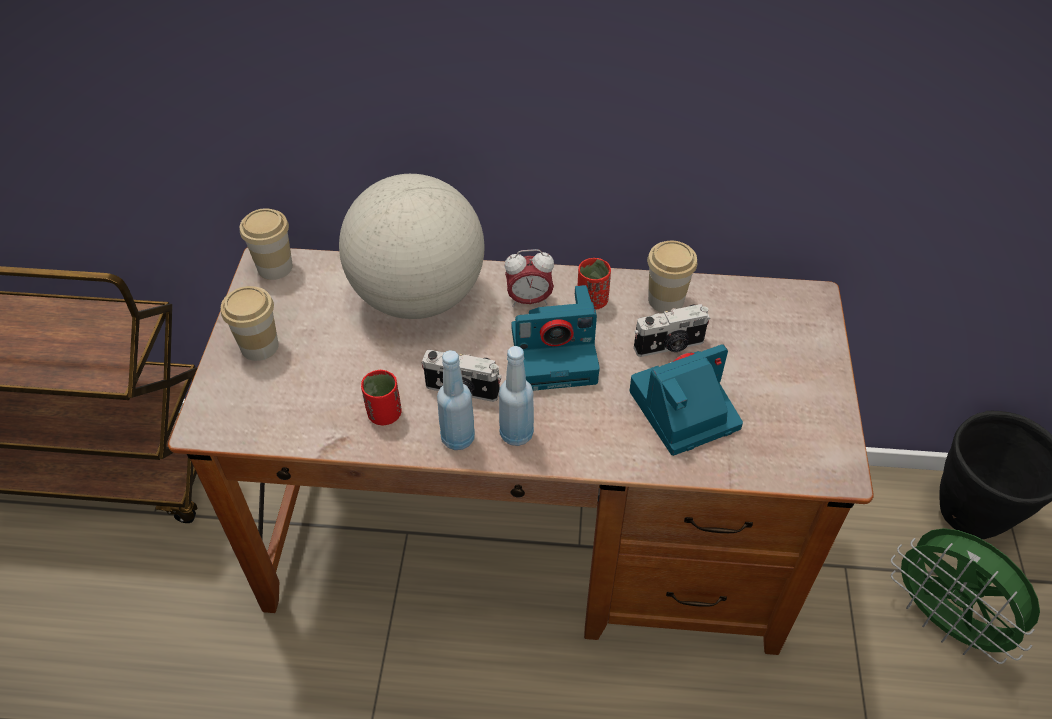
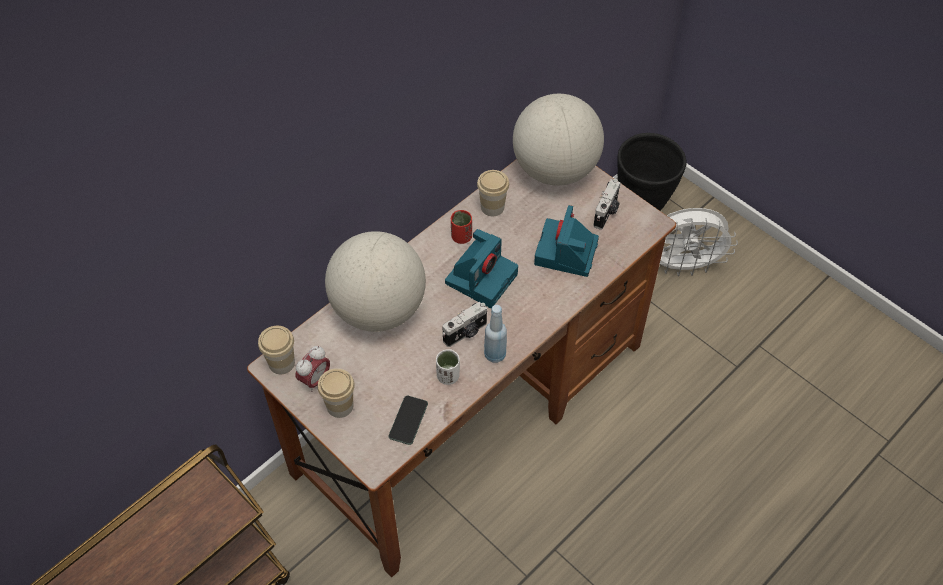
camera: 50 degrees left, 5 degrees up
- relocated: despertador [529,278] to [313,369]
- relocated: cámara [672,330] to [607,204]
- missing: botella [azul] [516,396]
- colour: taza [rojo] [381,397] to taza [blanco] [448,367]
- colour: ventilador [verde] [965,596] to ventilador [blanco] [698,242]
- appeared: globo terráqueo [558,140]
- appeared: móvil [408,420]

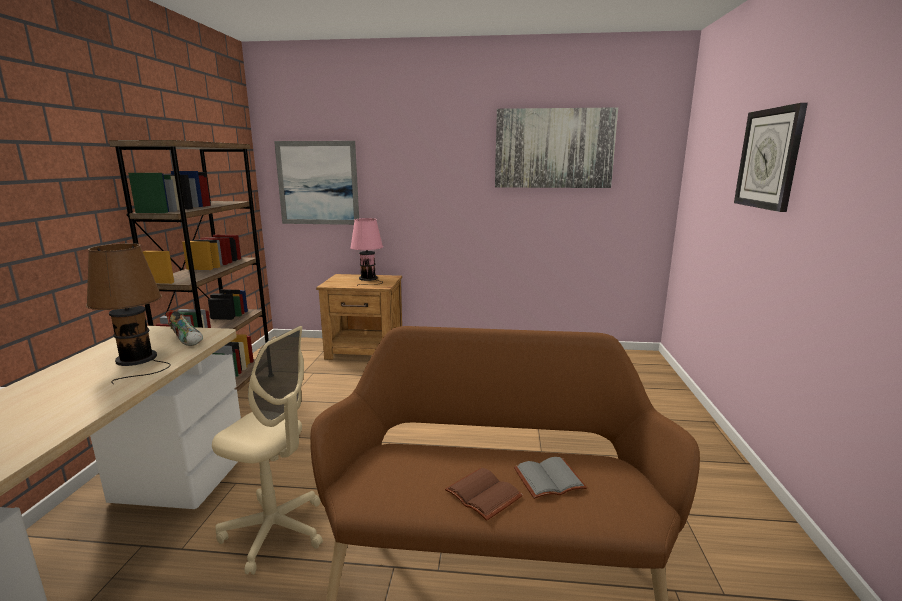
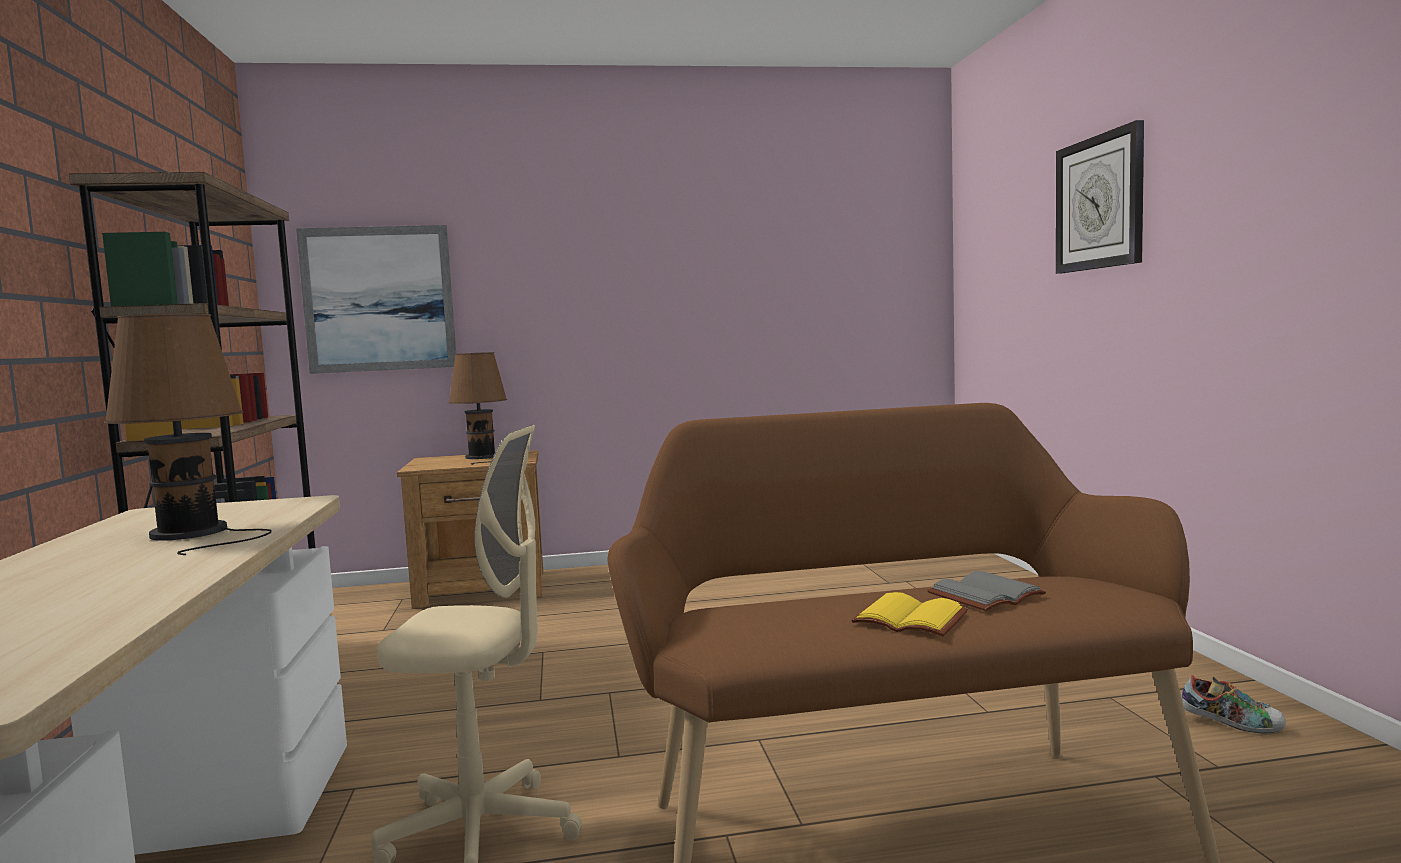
camera: 15 degrees left, 10 degrees down
- missing: cuadro [556,147]
- colour: lámpara de mesa [rosa] [366,251] to lámpara de mesa [marrón] [478,408]
- relocated: zapato [184,328] to [1233,704]
- colour: libro [marrón] [484,494] to libro [amarillo] [909,614]

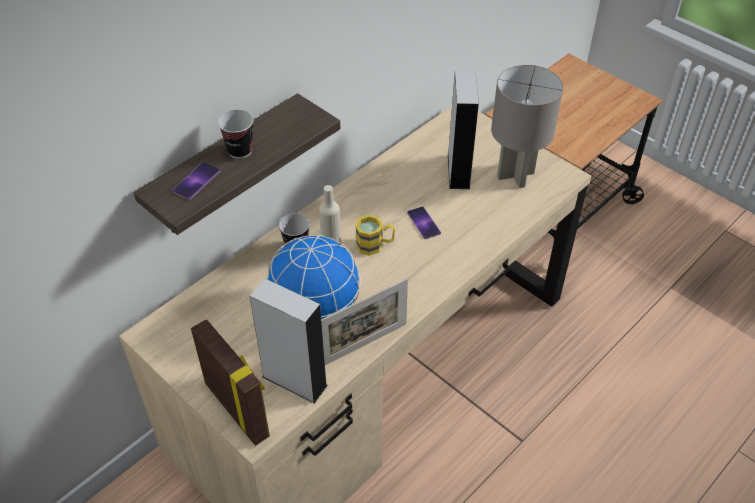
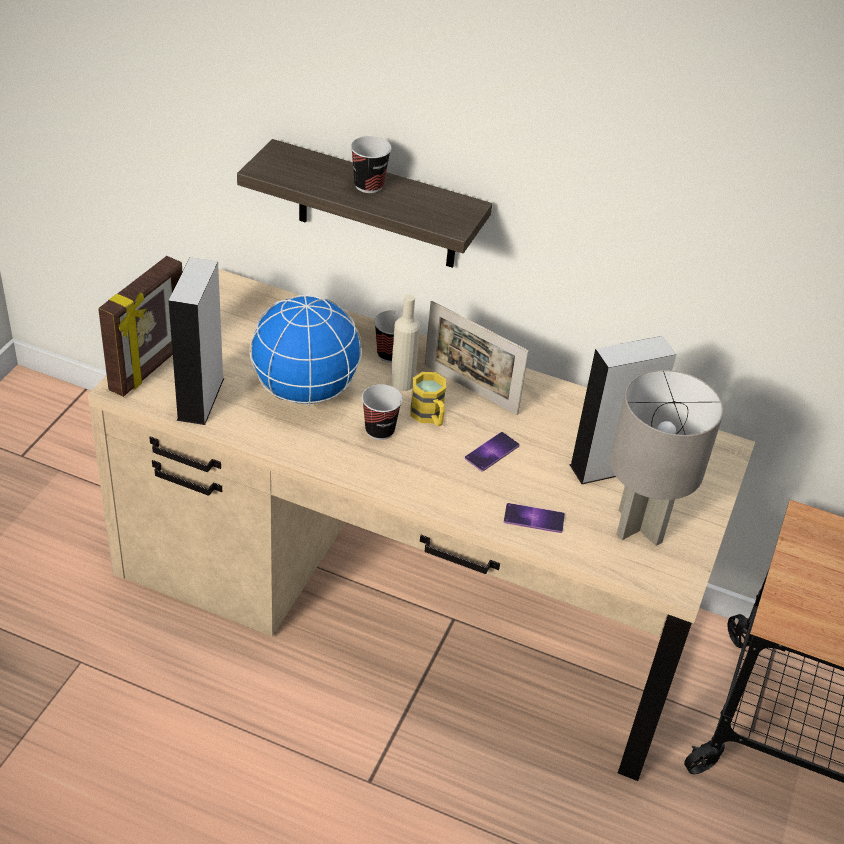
camera: 65 degrees right, 5 degrees down
- relocated: móvil [196,181] to [534,518]
- relocated: portarretratos [364,321] to [477,358]
- appeared: taza [382,412]

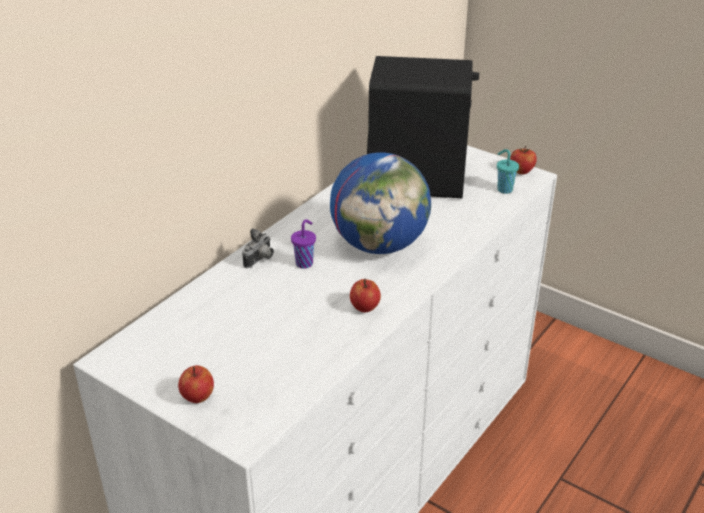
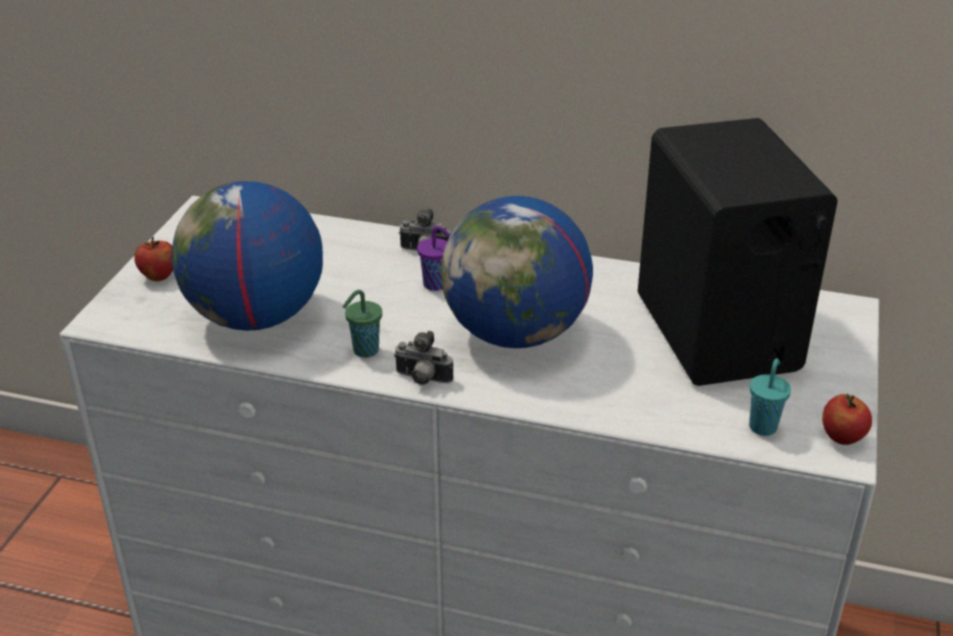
camera: 70 degrees right, 0 degrees up
- exchanged: manzana [365,295] to taza [verde] [362,324]
- appeared: globo terráqueo [247,256]
- appeared: cámara [423,358]

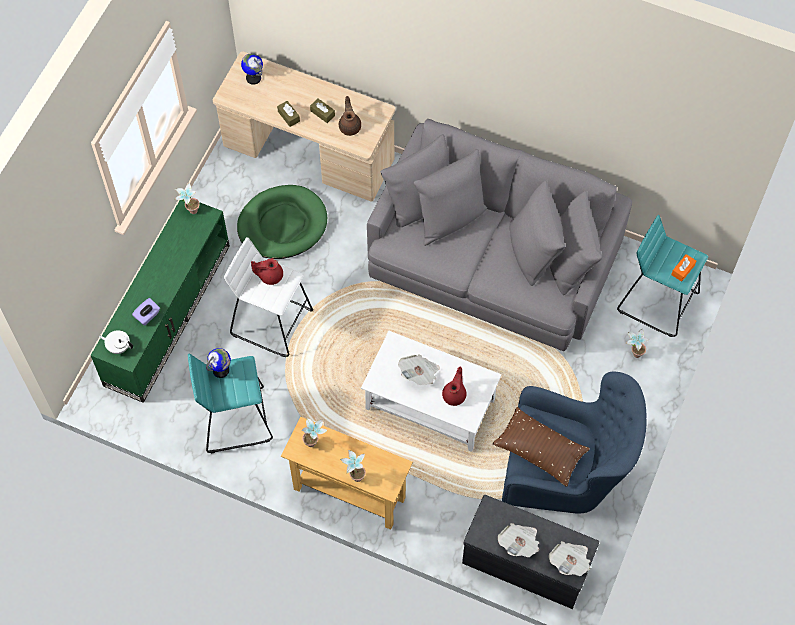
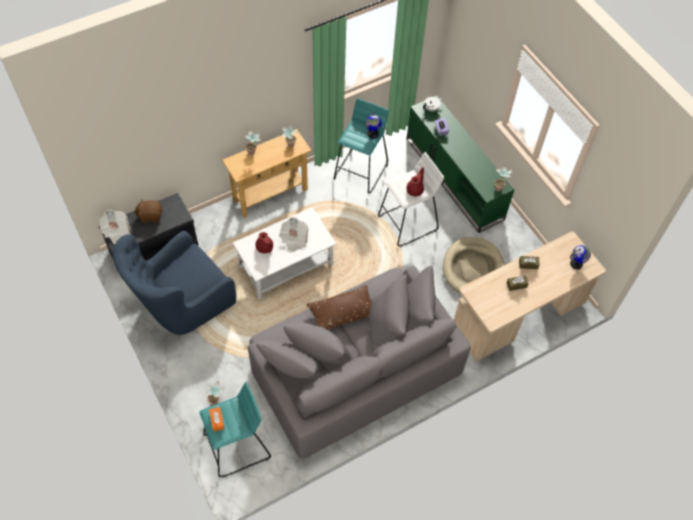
camera: 125 degrees right, 5 degrees down
- missing: tetera [marrón] [350,116]
- colour: cama para perro [verde] [282,222] to cama para perro [beis] [473,264]
- relocated: cojín [marrón] [541,447] to [339,307]
- exchanged: periódico [518,540] to peluche [marrón] [148,211]

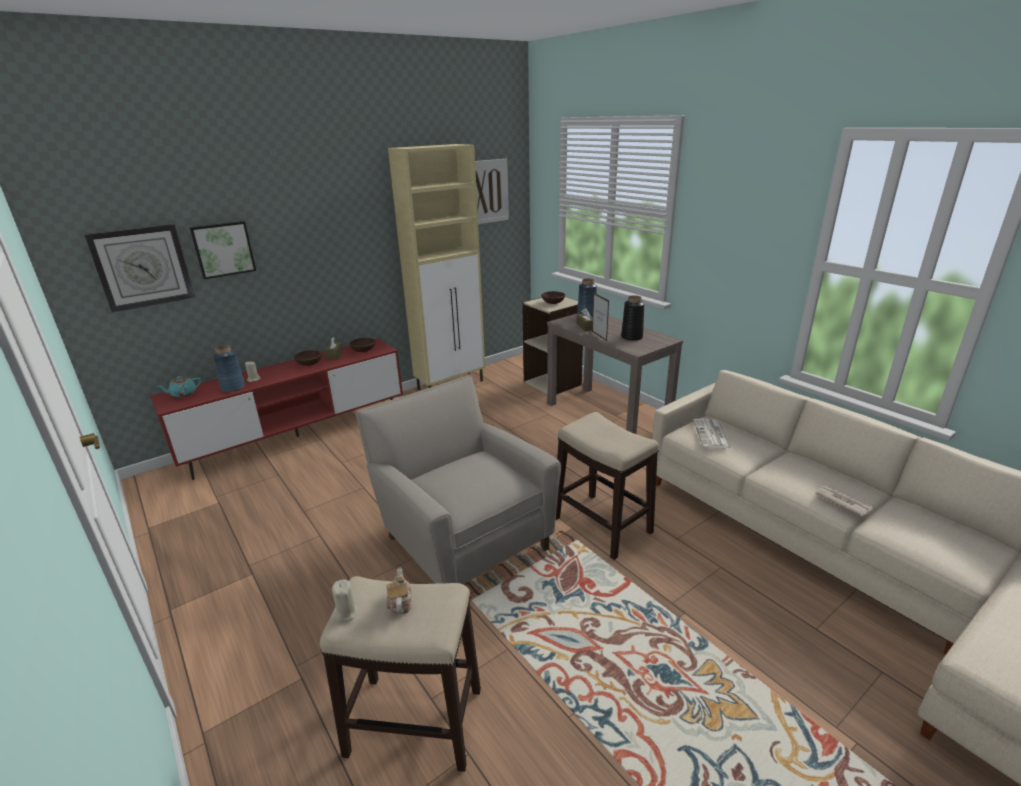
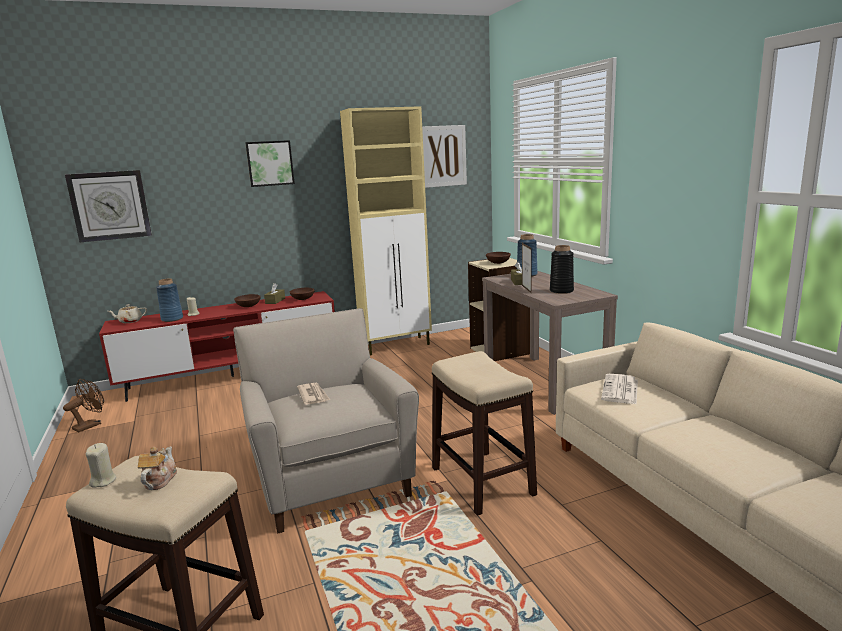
camera: 15 degrees right, 10 degrees down
- relocated: cuadro [223,250] to [270,163]
- colour: tetera [turquesa] [178,387] to tetera [beis] [127,313]
- relocated: periódico [844,501] to [313,394]
- appeared: ventilador [marrón] [83,405]

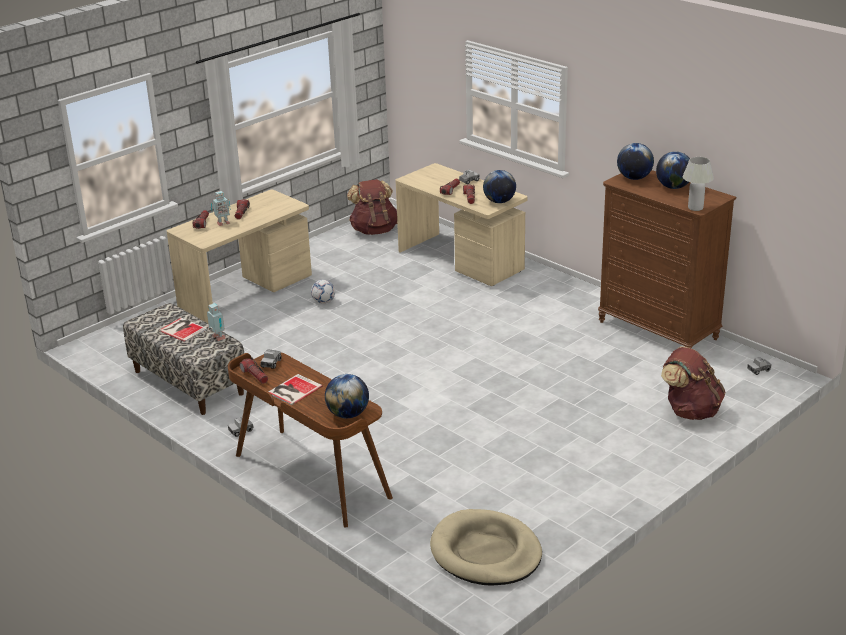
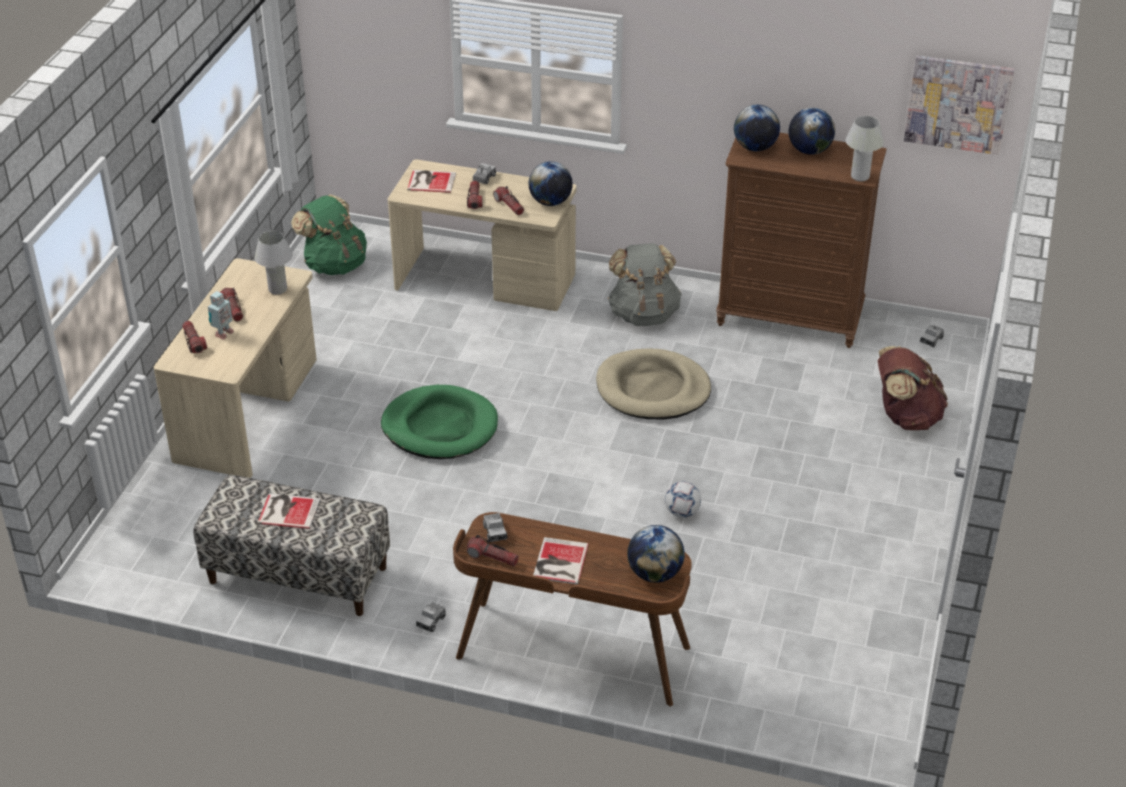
camera: 30 degrees left, 10 degrees up
- colour: mochila [marrón] [372,207] to mochila [verde] [329,235]
- relocated: balón de fútbol [323,292] to [683,499]
- missing: robot de juguete [216,322]
- relocated: cama para perro [beis] [486,547] to [653,383]
- appeared: cuadro [959,105]
- appeared: libro [431,181]
- appeared: lámpara de mesa [blanco] [274,263]
- appeared: mochila [gris] [645,284]
- appeared: cama para perro [verde] [439,422]

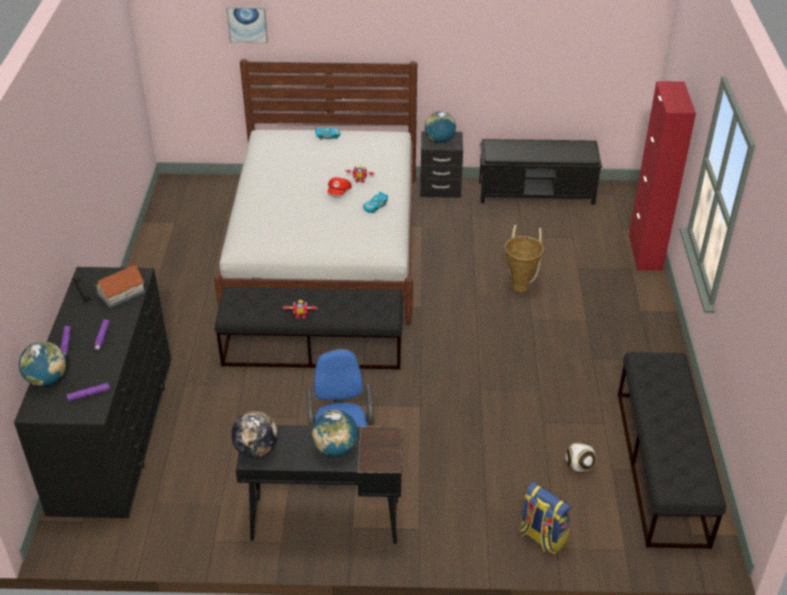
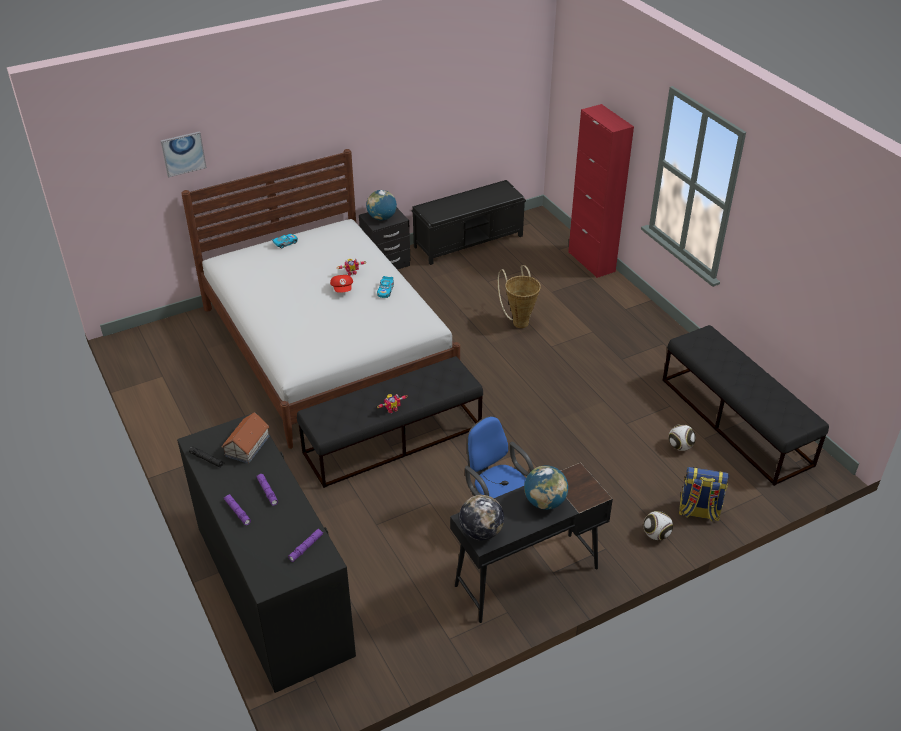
camera: 30 degrees left, 0 degrees up
- missing: globo terráqueo [42,363]
- appeared: balón de fútbol [658,525]

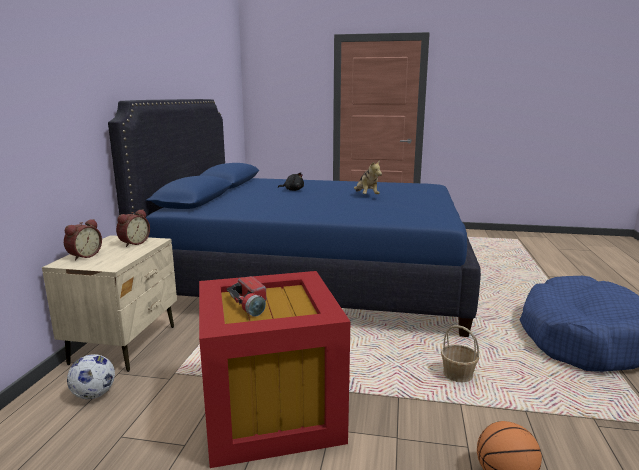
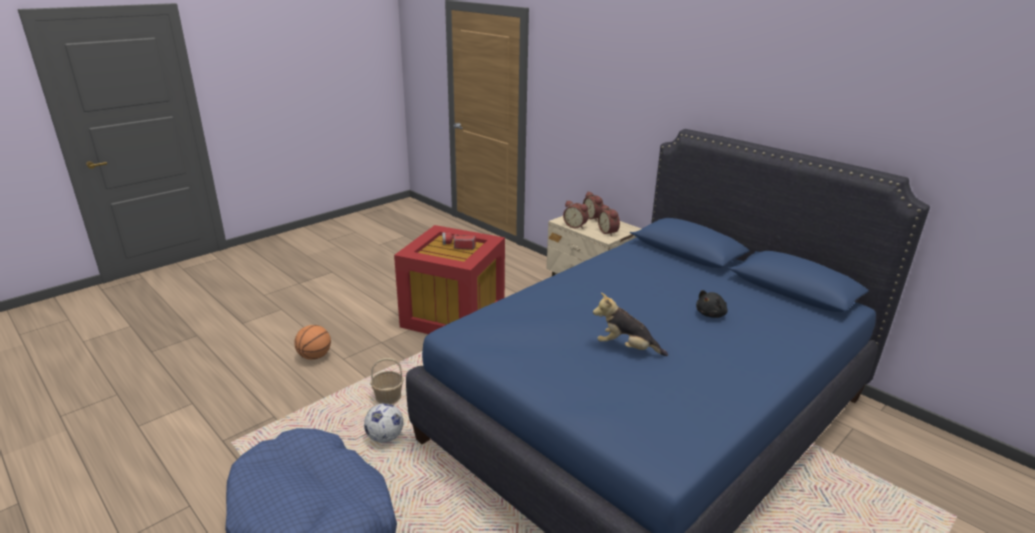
camera: 125 degrees right, 10 degrees up
- relocated: balón de fútbol [91,376] to [383,423]
- appeared: despertador [576,215]

